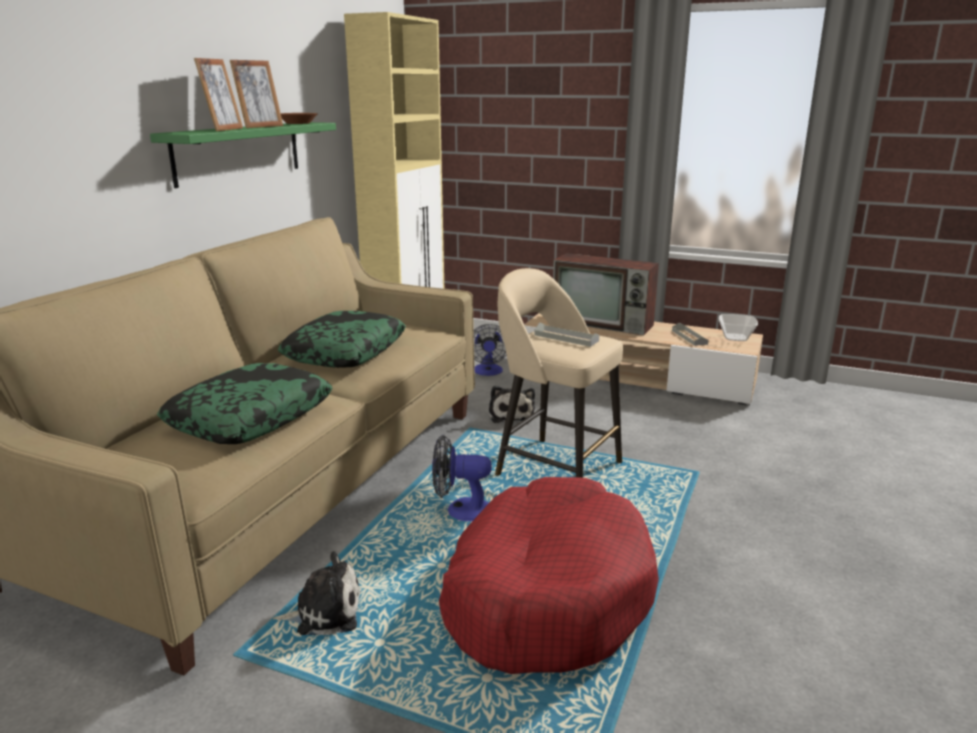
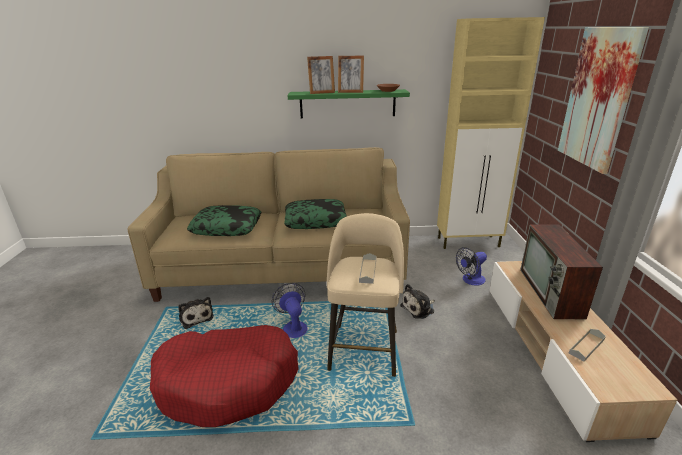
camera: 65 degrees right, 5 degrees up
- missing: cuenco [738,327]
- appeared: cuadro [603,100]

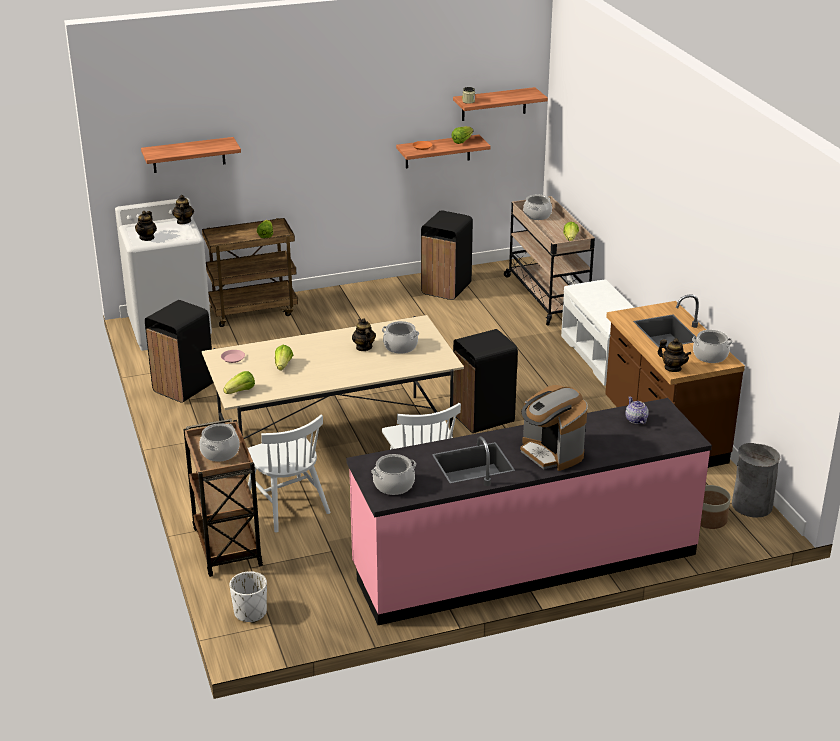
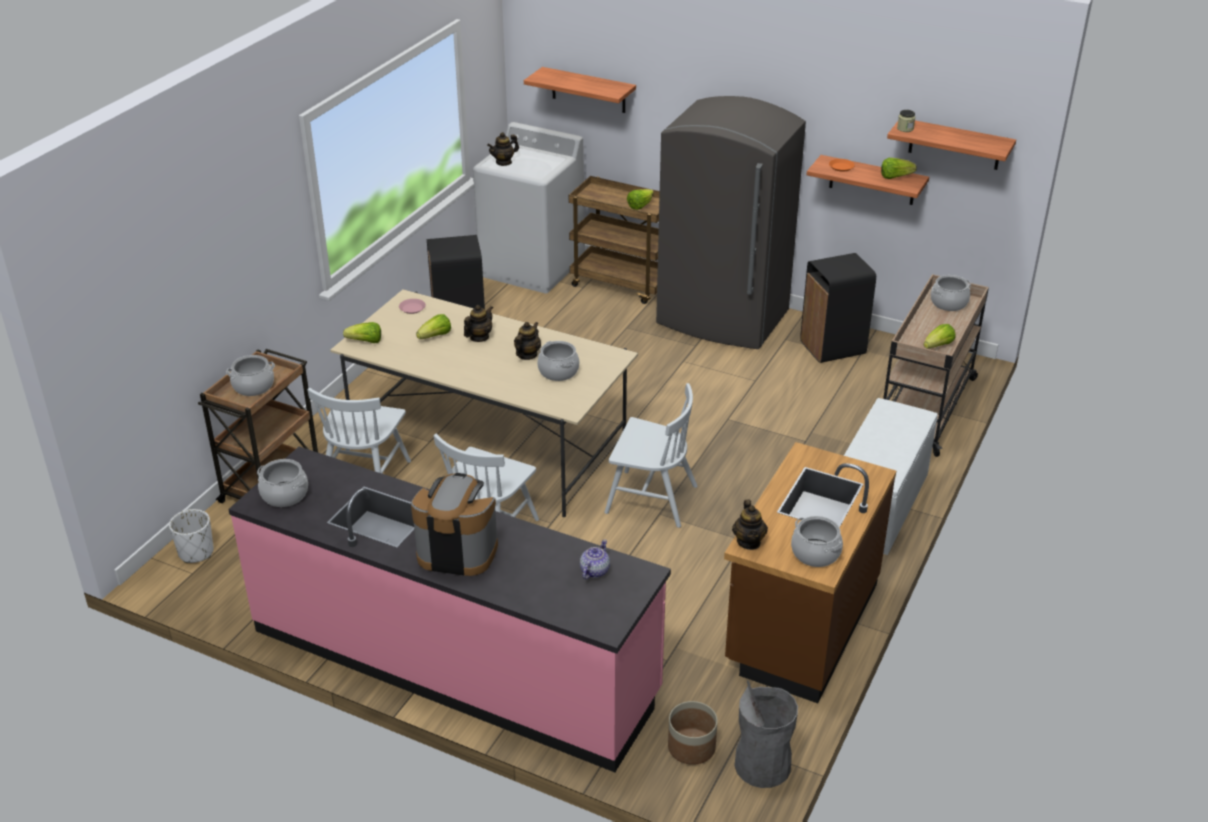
camera: 45 degrees right, 5 degrees up
- relocated: tetera [183,209] to [478,323]
- exchanged: papelera [negro] [485,381] to silla [blanco] [651,455]
- spun: cafetera [554,428] = [454,524] 90 degrees clockwise
- appeared: nevera [gris] [731,222]

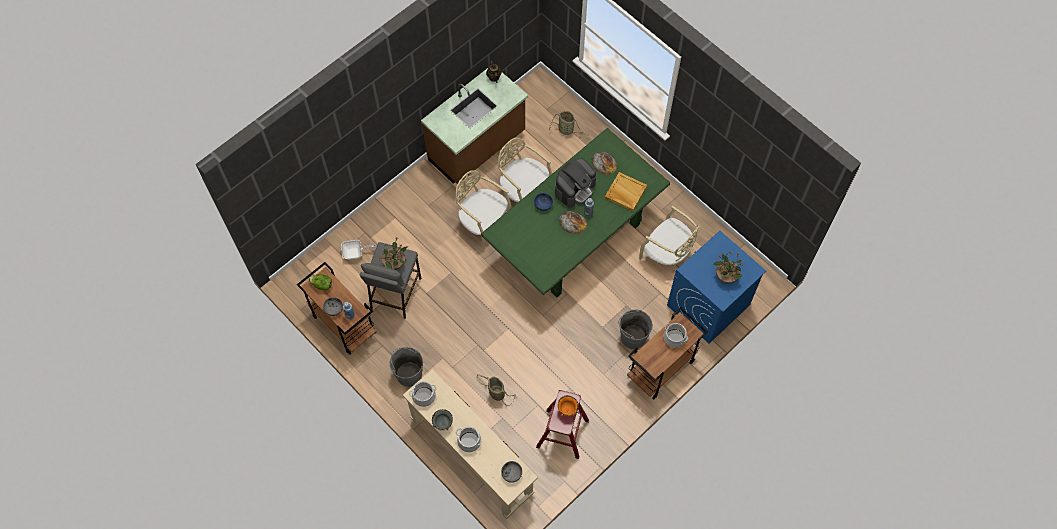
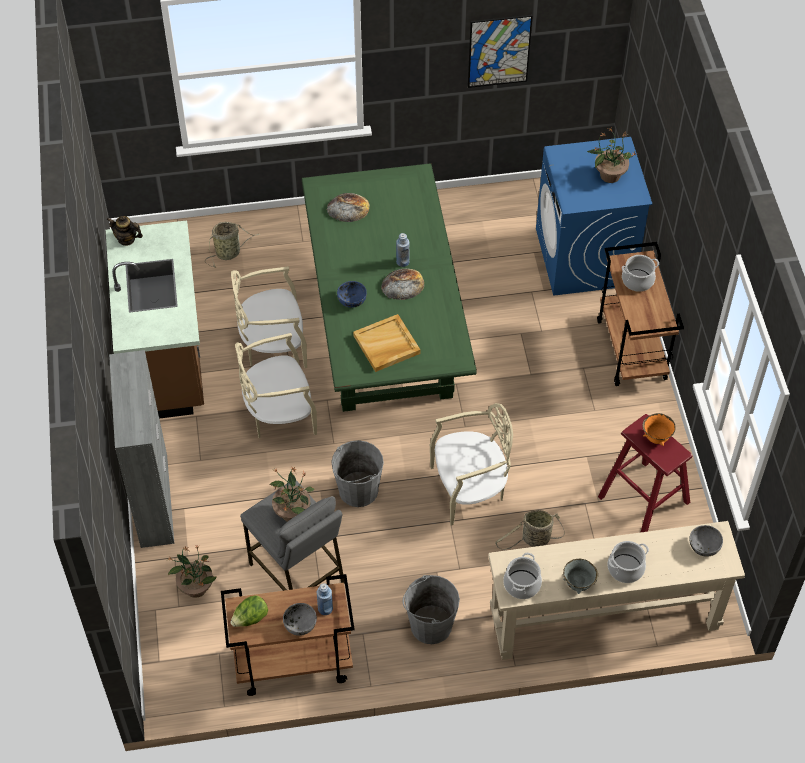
camera: 55 degrees left, 10 degrees down
- missing: cafetera [575,183]
- relocated: bandeja [beis] [626,191] to [387,343]
- relocated: silla [beis] [669,239] to [471,464]
- exchanged: sartén [358,250] to planta en maceta [192,571]
- relocated: cubo [gris] [635,329] to [357,473]
- appeared: cuadro [500,51]
- appeared: armario [gris] [141,449]

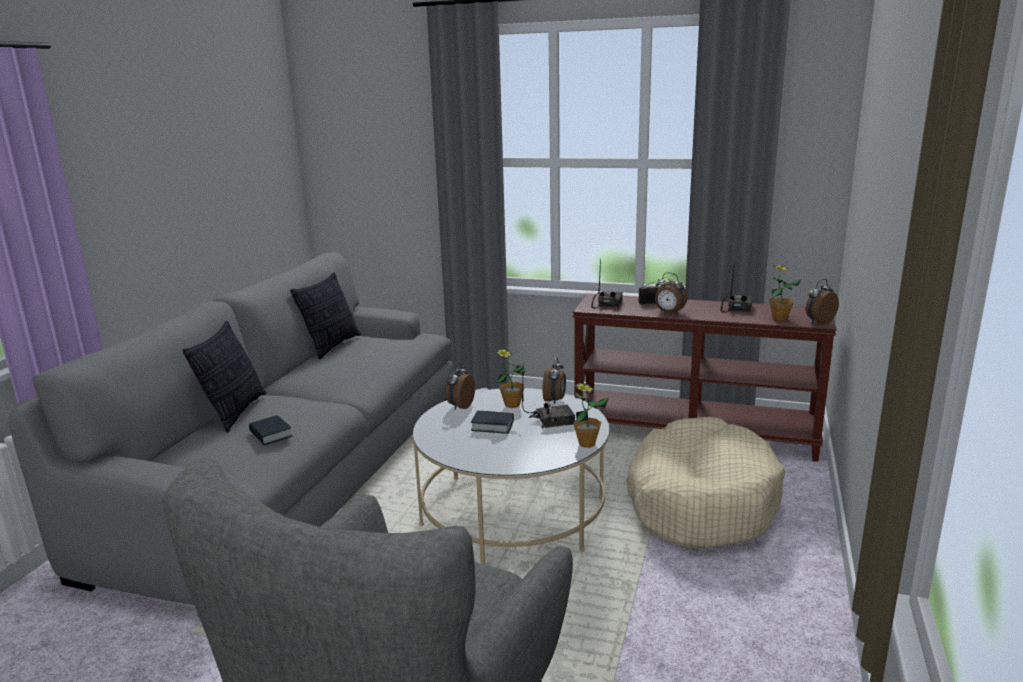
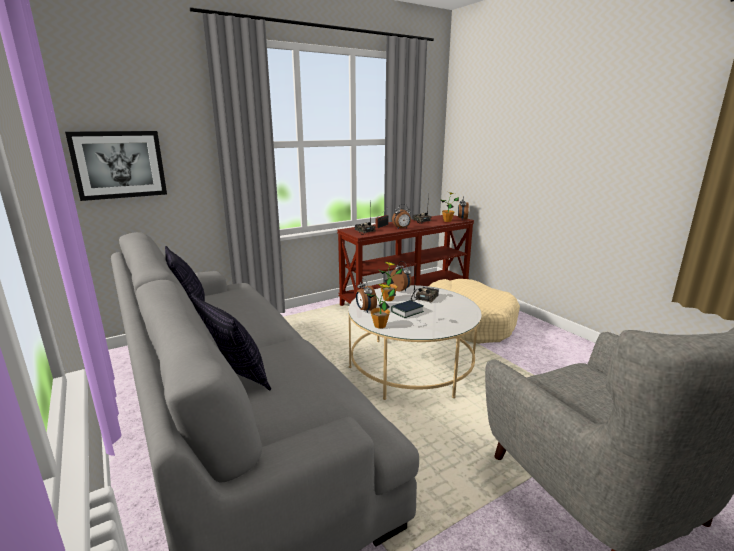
camera: 50 degrees left, 0 degrees up
- relocated: planta en maceta [591,415] to [381,306]
- missing: libro [271,430]
- appeared: cuadro [116,166]

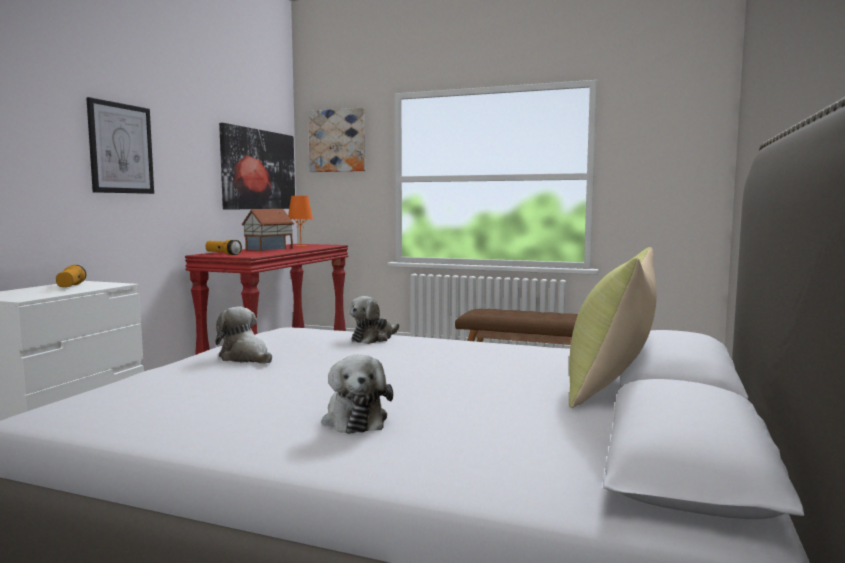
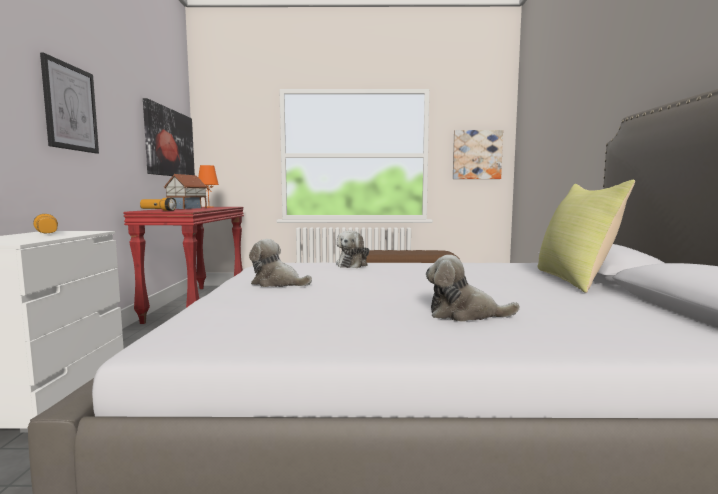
camera: 20 degrees left, 0 degrees up
- relocated: cuadro [336,140] to [478,154]
- spun: peluche [357,394] = [473,288] 135 degrees clockwise

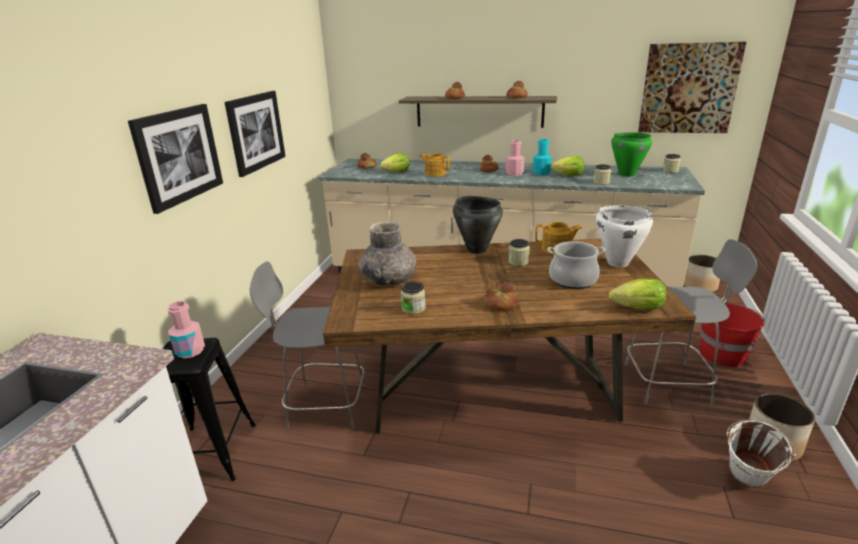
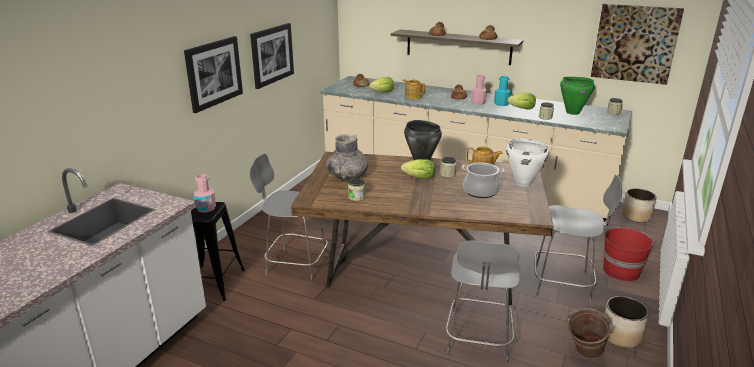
camera: 10 degrees right, 0 degrees up
- relocated: lechuga [637,294] to [418,169]
- missing: pan [501,295]
- colour: cubo [blanco] [761,453] to cubo [marrón] [590,333]
- appeared: silla [gris] [483,302]

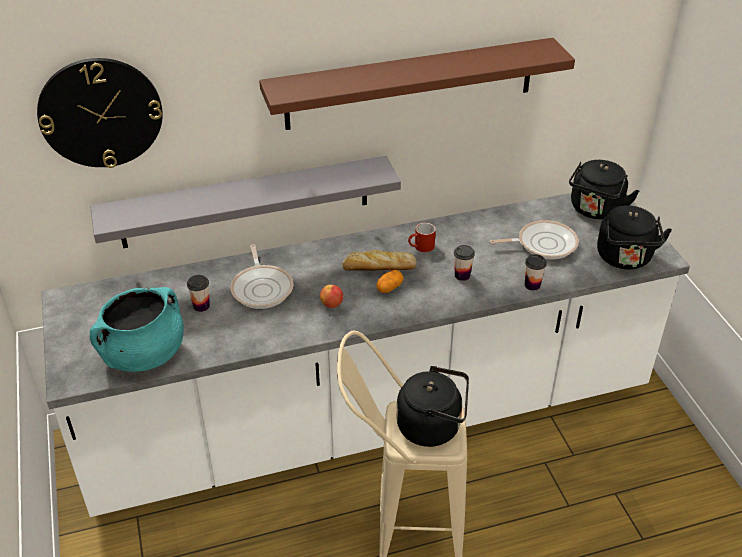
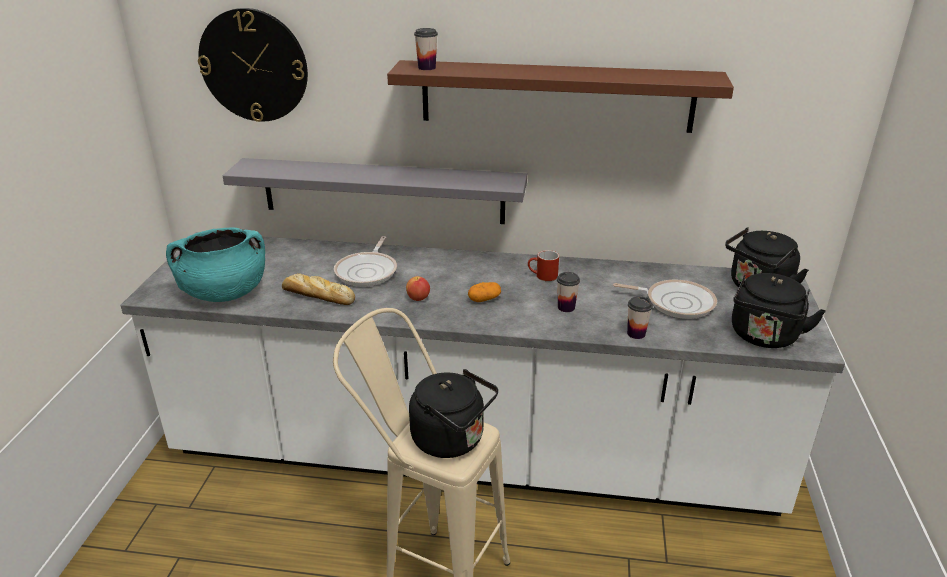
camera: 25 degrees right, 10 degrees down
- relocated: pan [379,260] to [318,289]
- relocated: taza [198,293] to [426,49]

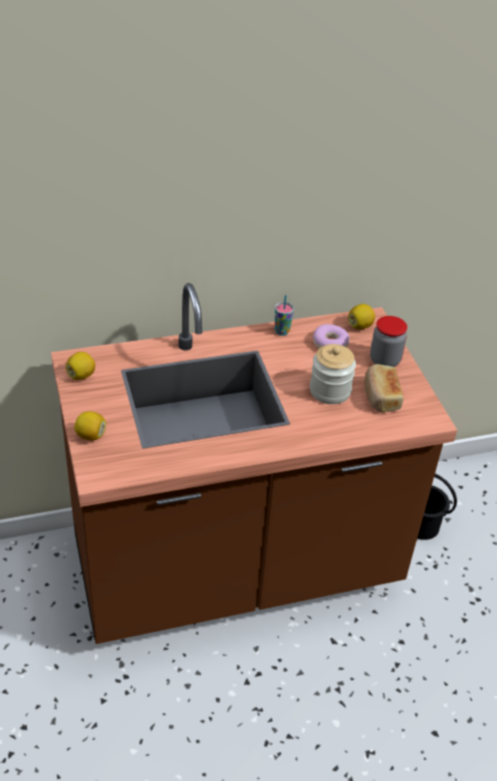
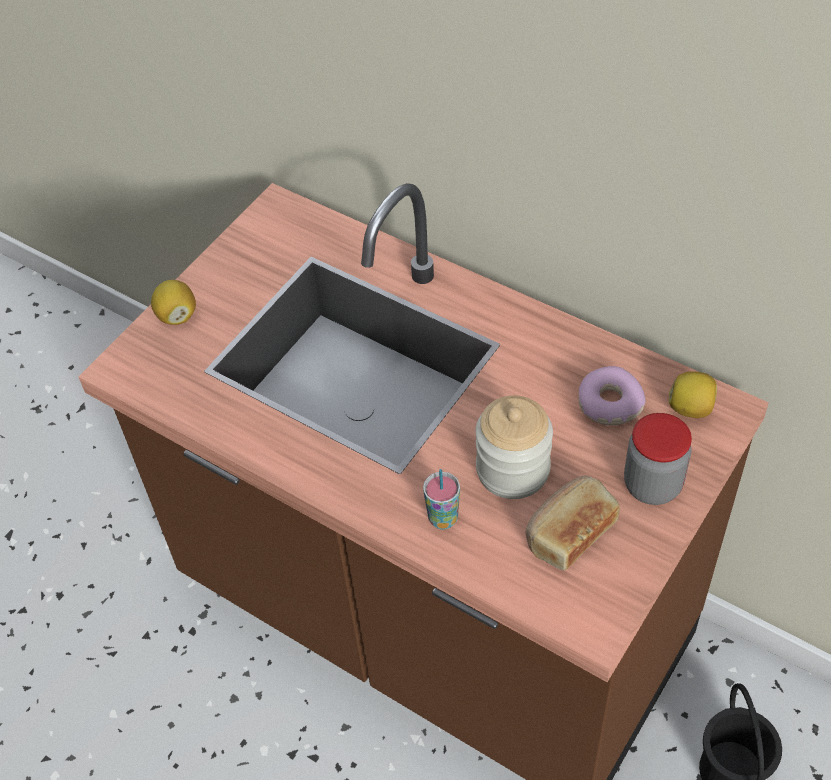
camera: 55 degrees right, 10 degrees up
- relocated: taza [284,315] to [441,499]
- missing: limón [80,366]

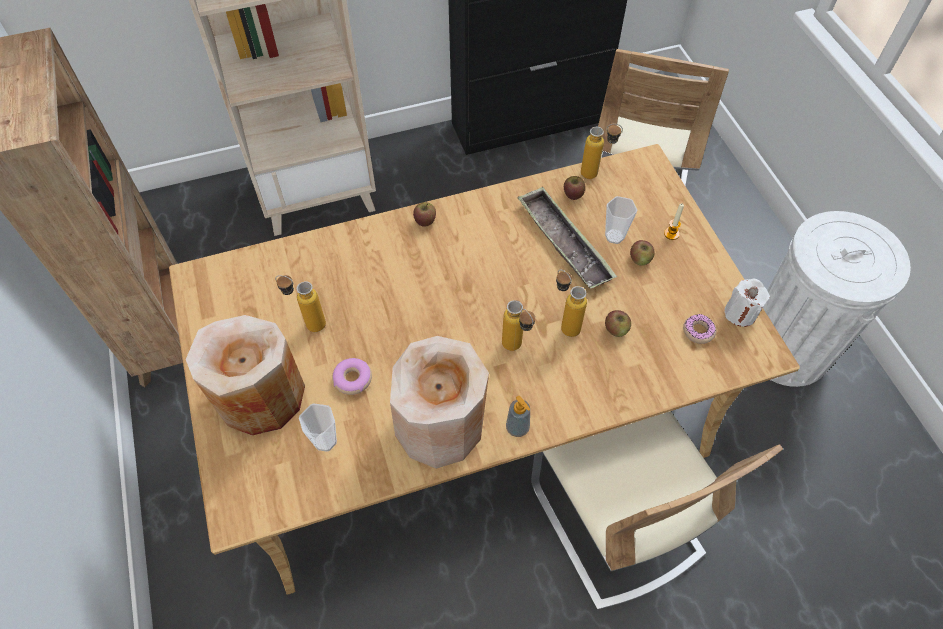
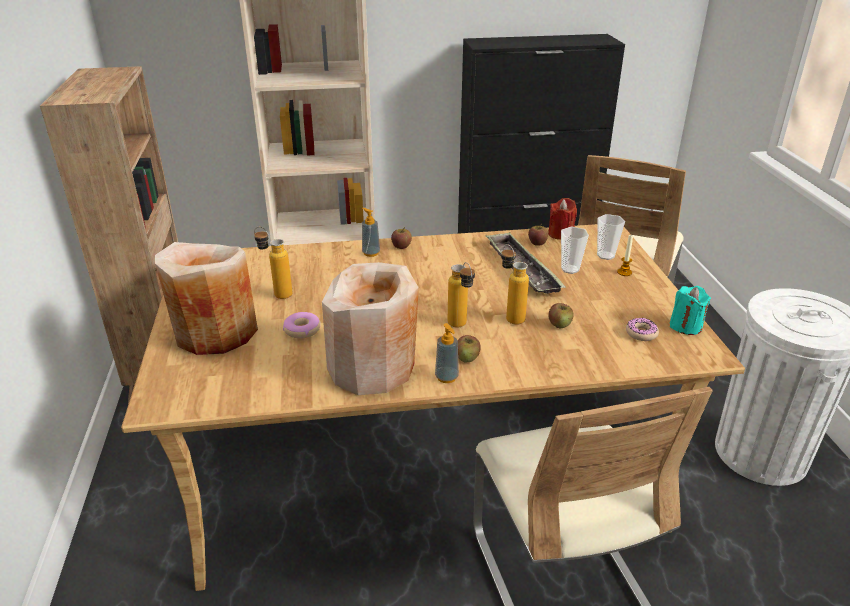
camera: 10 degrees right, 25 degrees down
- exchanged: botella [602,151] to vela [rojo] [562,219]
- relocated: manzana [642,253] to [469,348]
- colour: vela [blanco] [747,303] to vela [turquesa] [690,310]
- relocated: taza [318,427] to [611,237]
- appeared: dispensador de jabón [371,232]

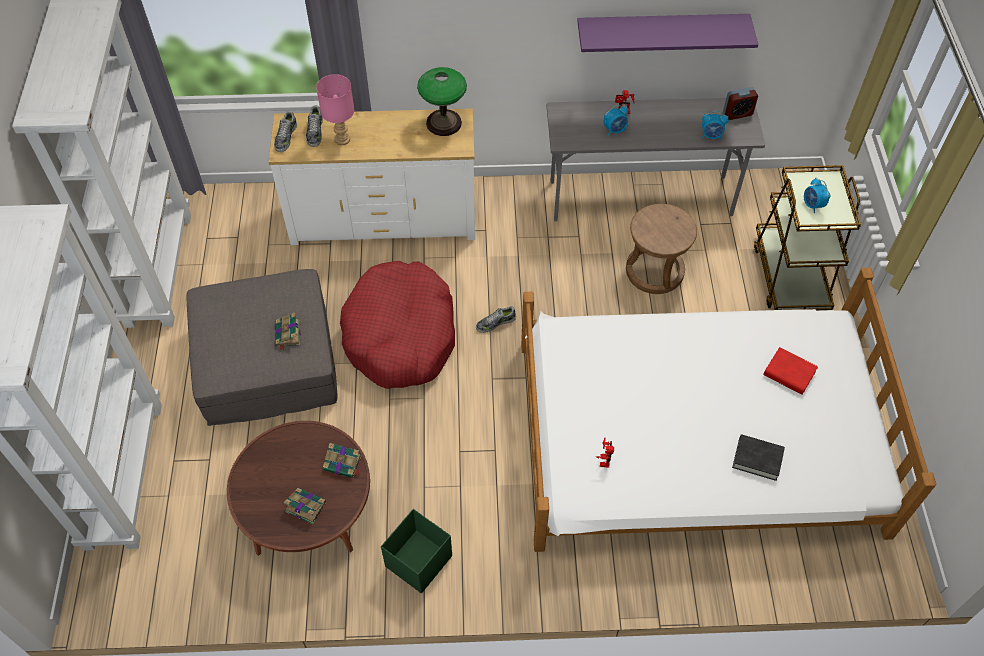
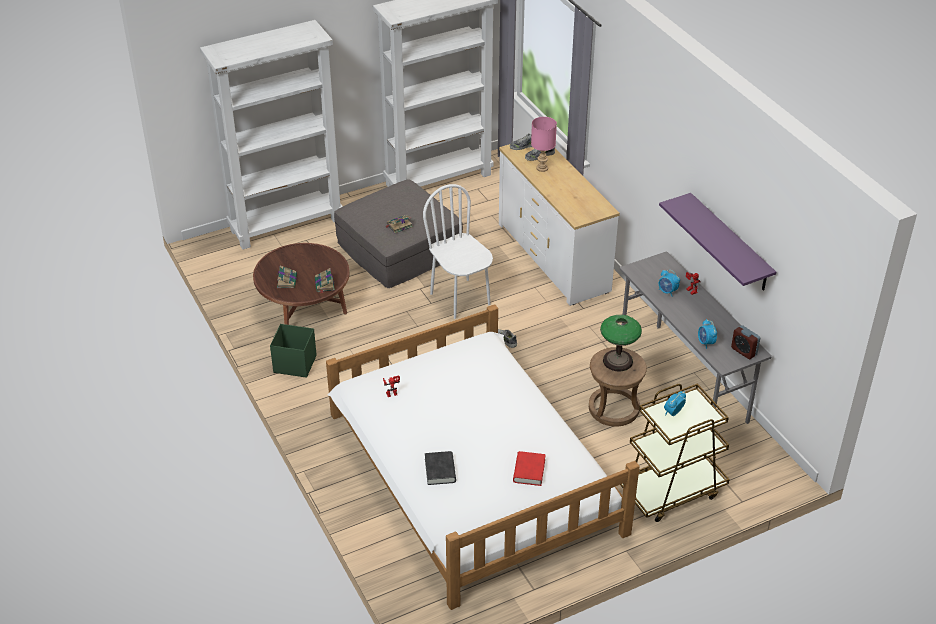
camera: 65 degrees right, 15 degrees down
- relocated: lámpara de mesa [442,101] to [621,343]
- exchanged: cama para perro [rojo] [397,325] to silla [blanco] [458,251]

